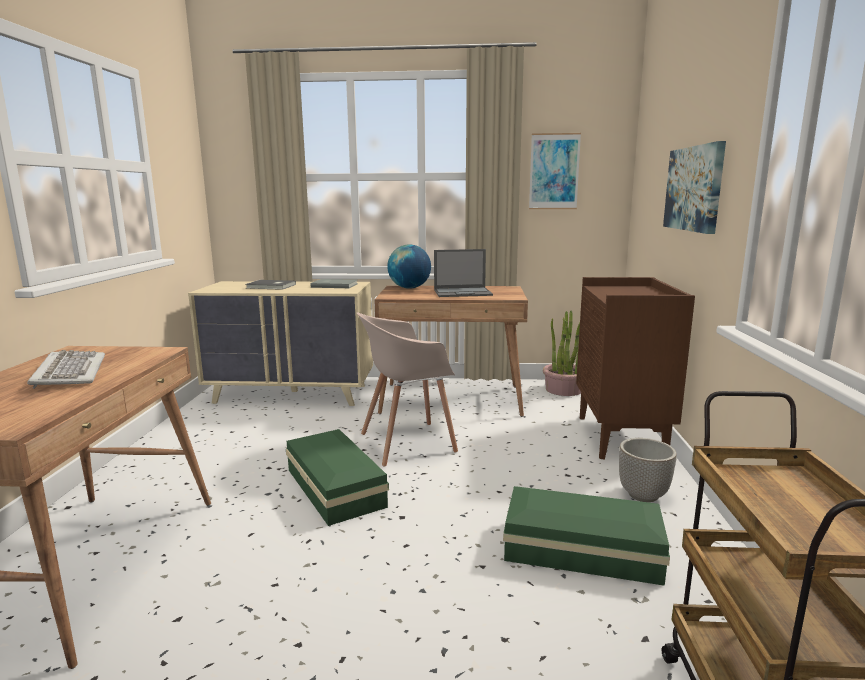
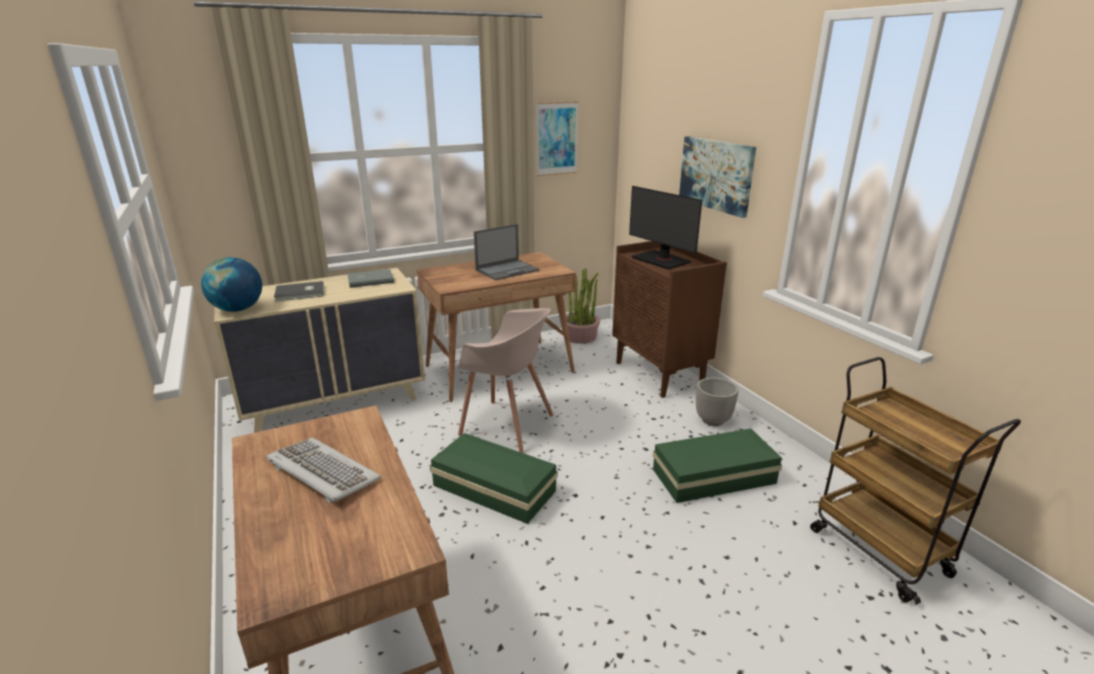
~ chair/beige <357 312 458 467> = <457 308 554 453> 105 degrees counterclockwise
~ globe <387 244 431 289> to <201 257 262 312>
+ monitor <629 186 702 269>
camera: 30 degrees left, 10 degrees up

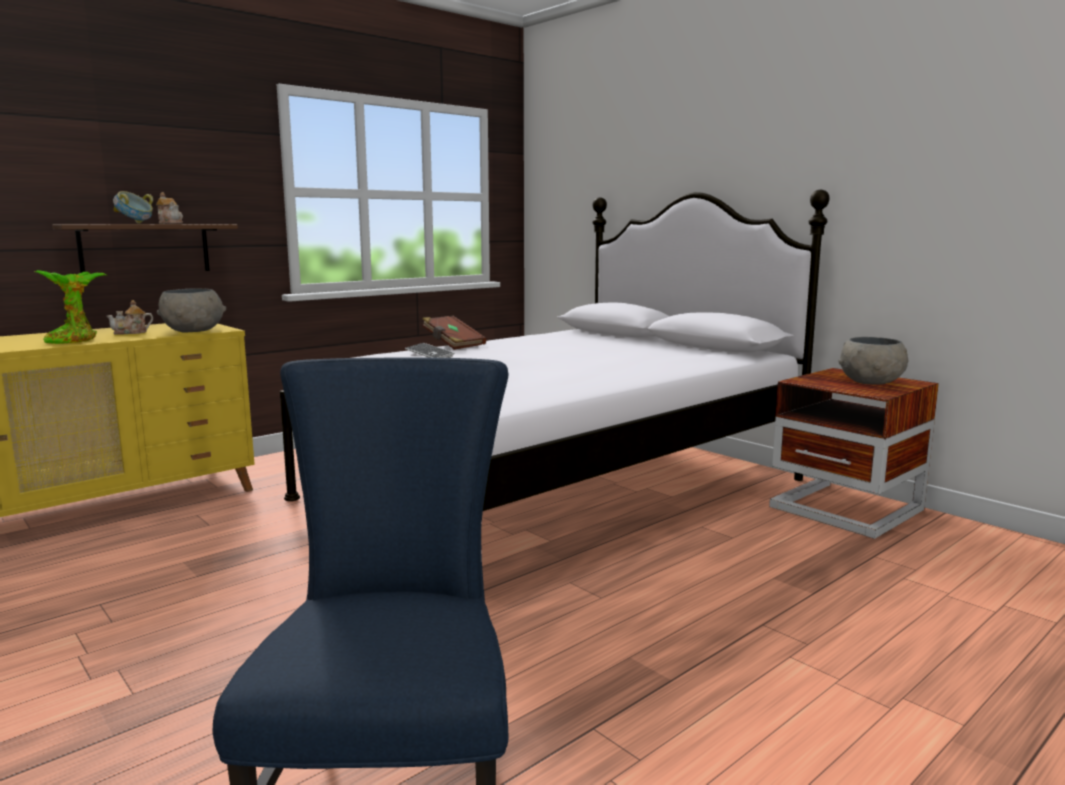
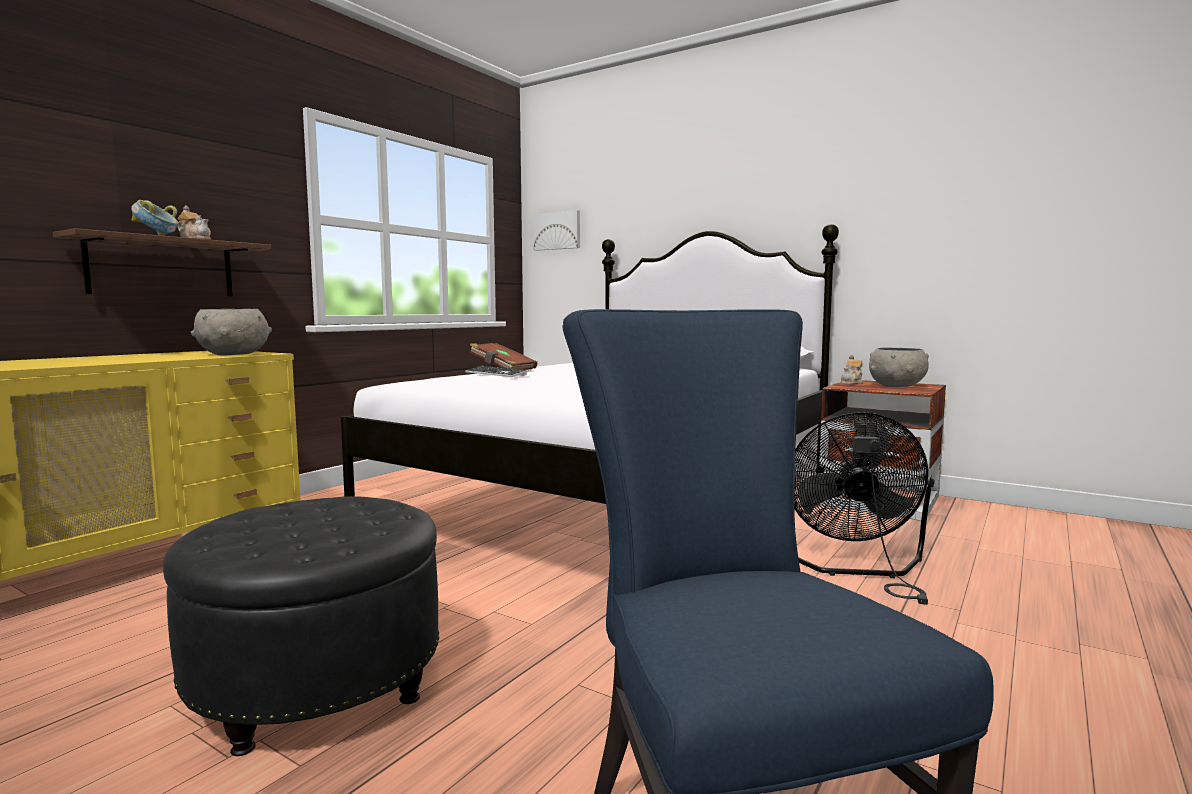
- potted plant <34 270 107 344>
~ teapot <106 300 153 335> to <841 355 863 384>
+ ottoman/black <163 496 439 756>
+ picture <533 210 580 251>
+ fan/black <794 413 935 605>
camera: 15 degrees left, 5 degrees down

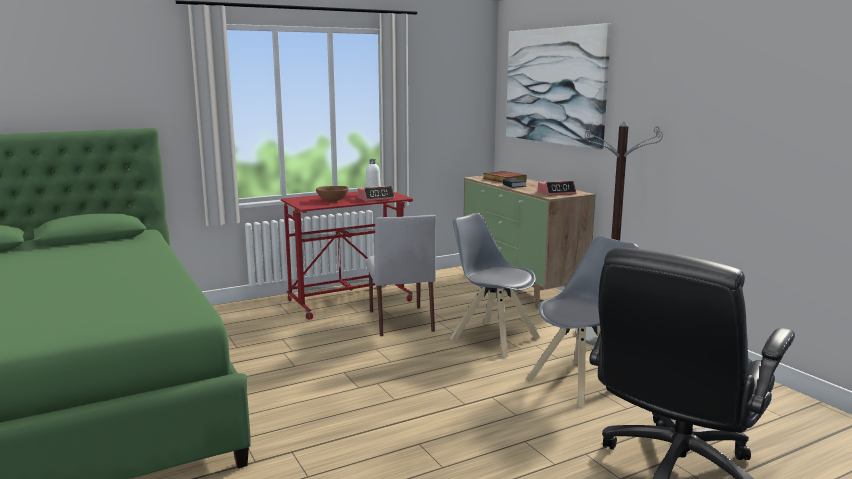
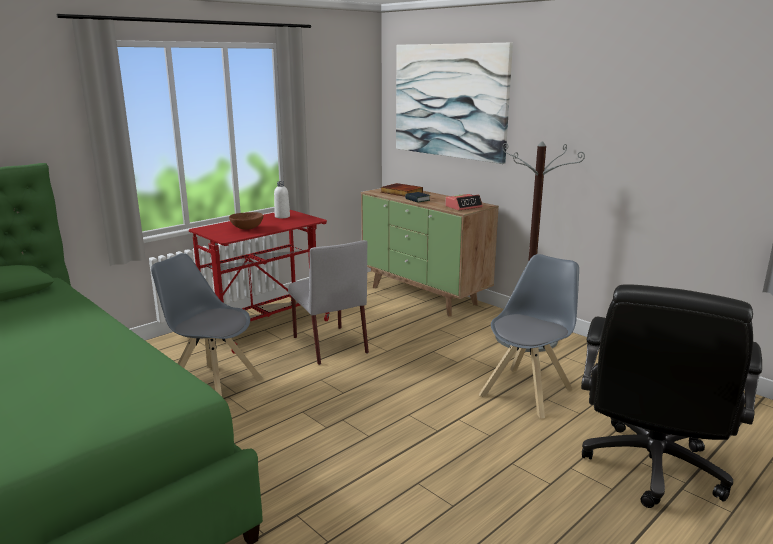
- alarm clock <358 186 395 202>
~ chair/grey <450 213 540 357> to <151 253 263 396>
camera: 15 degrees left, 5 degrees up

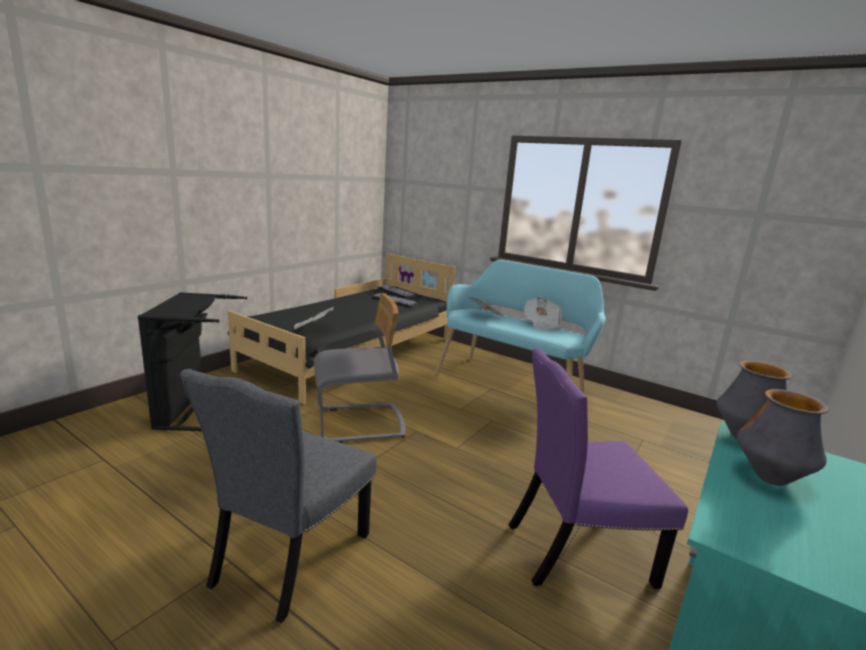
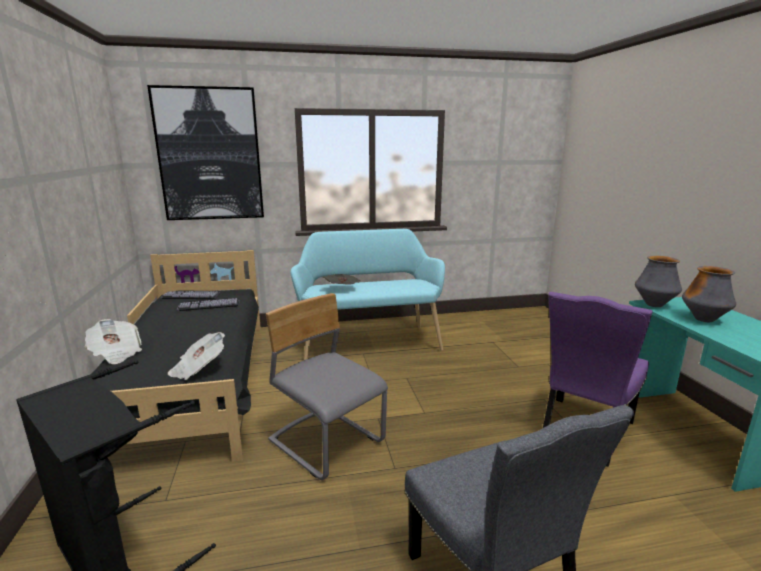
~ chair/grey <314 293 405 443> = <266 293 388 480> 75 degrees counterclockwise
~ newspaper <523 297 562 330> to <85 319 142 364>
+ picture <147 85 264 220>
camera: 45 degrees left, 0 degrees up

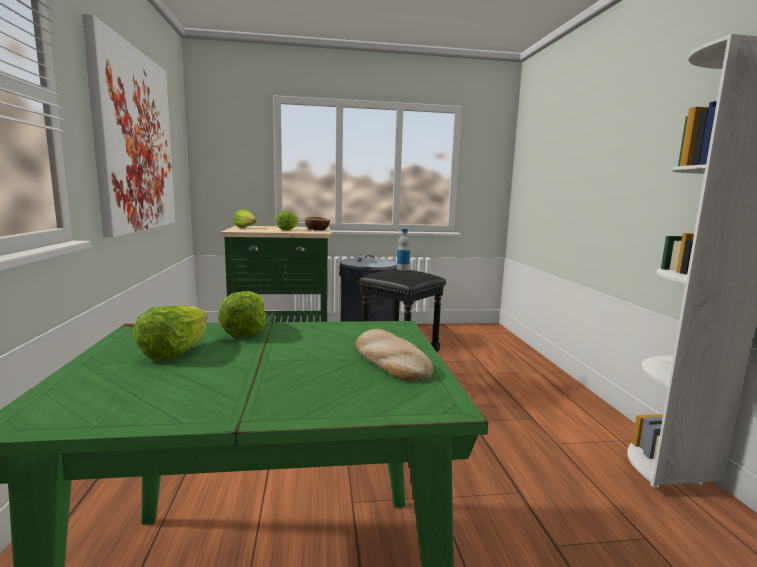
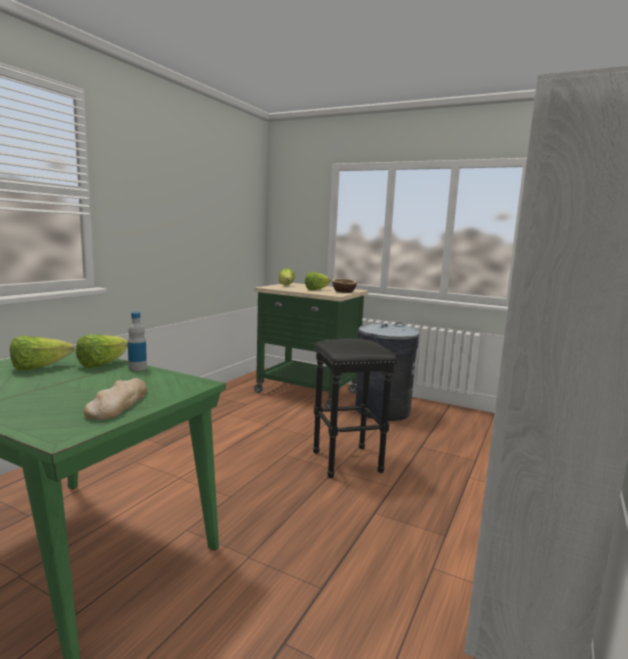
- picture <82 14 176 237>
~ bottle <397 228 410 271> to <128 312 147 371>
camera: 35 degrees right, 0 degrees up

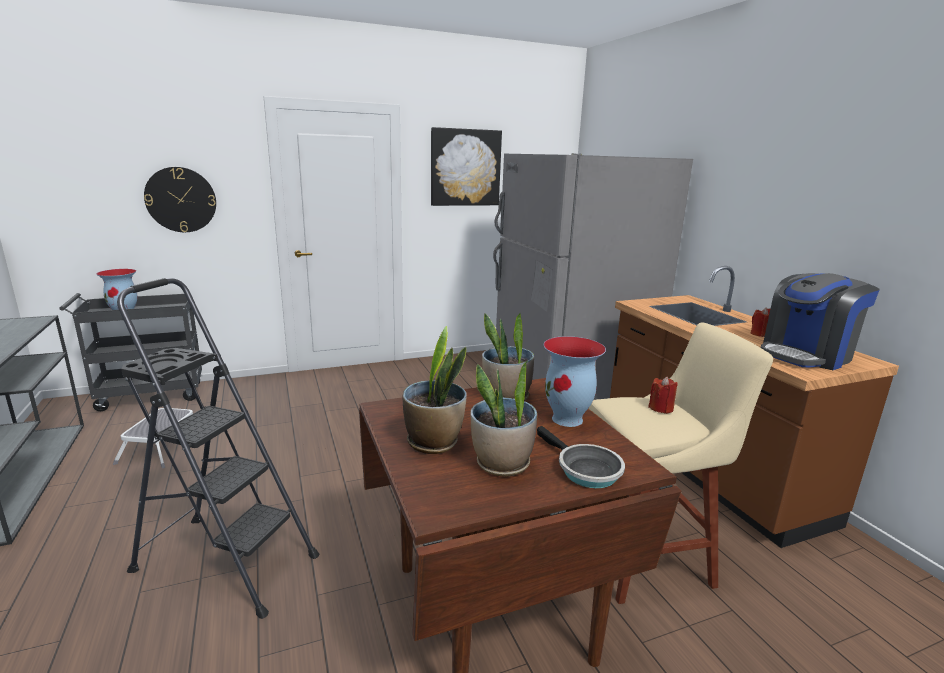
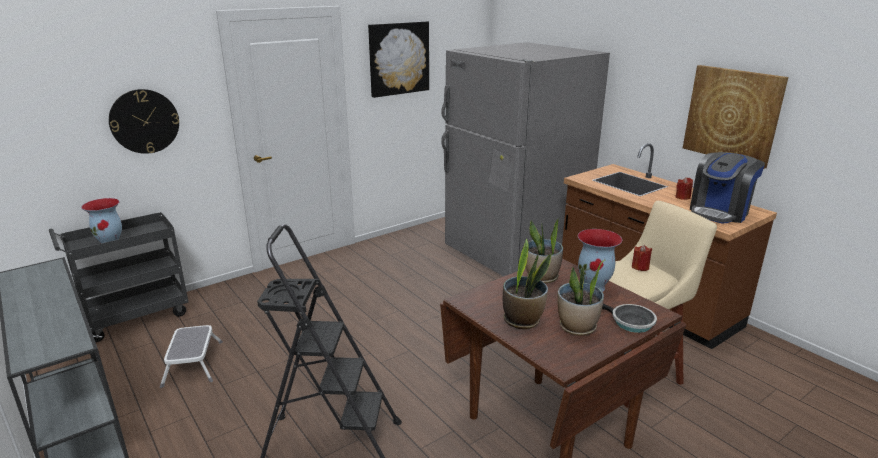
+ picture <683 65 788 169>
camera: 15 degrees left, 5 degrees up

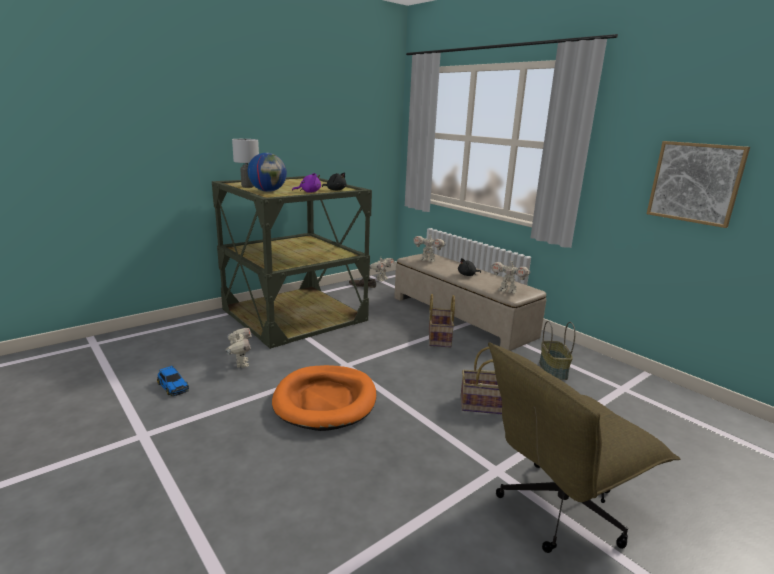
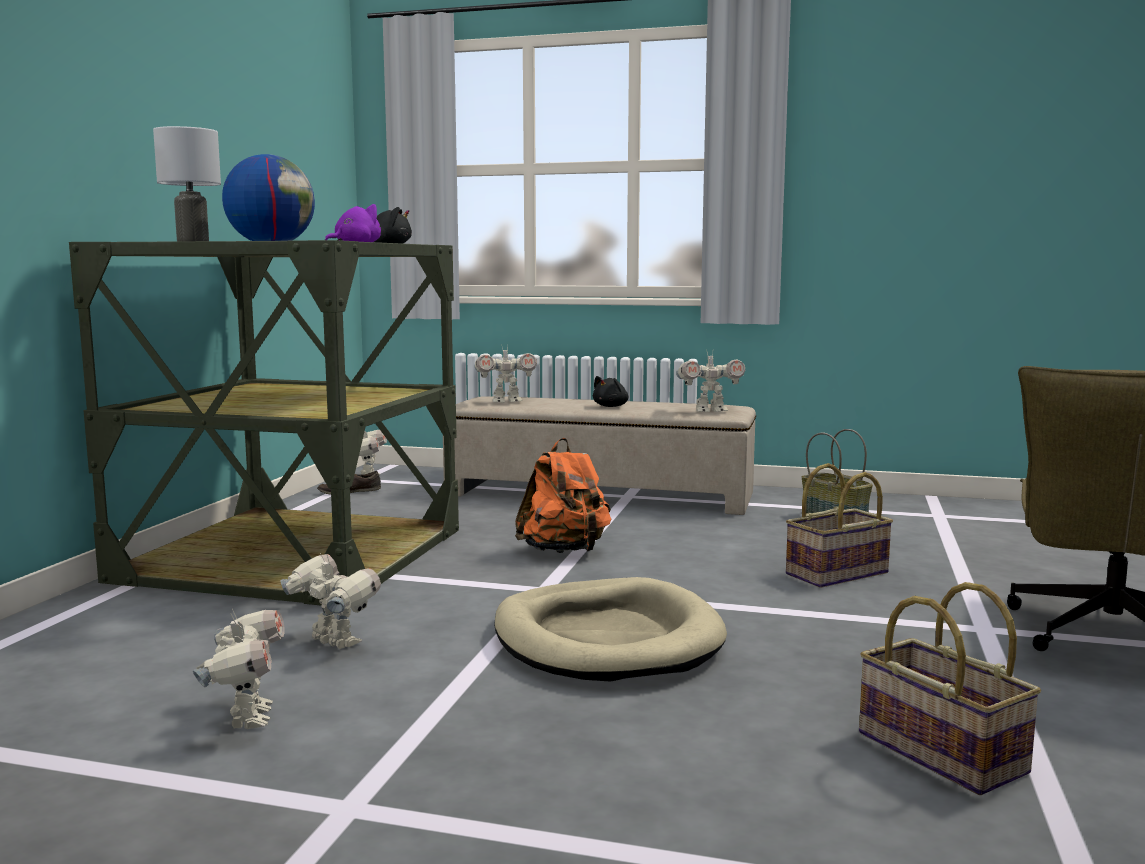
~ toy car <157 366 189 396> to toy robot <193 609 285 729>
~ dog bed/orange <272 365 376 431> to dog bed/beige <494 577 727 682>
~ basket <429 294 455 347> to <859 582 1041 795>
- picture <647 141 750 228>
+ backpack/orange <515 438 611 553>
camera: 35 degrees left, 10 degrees down

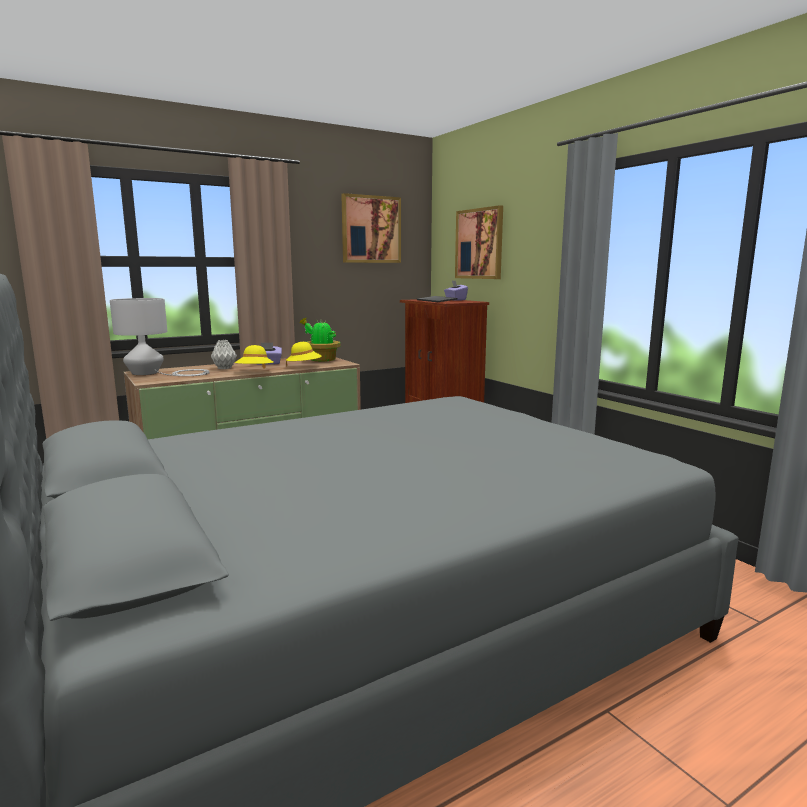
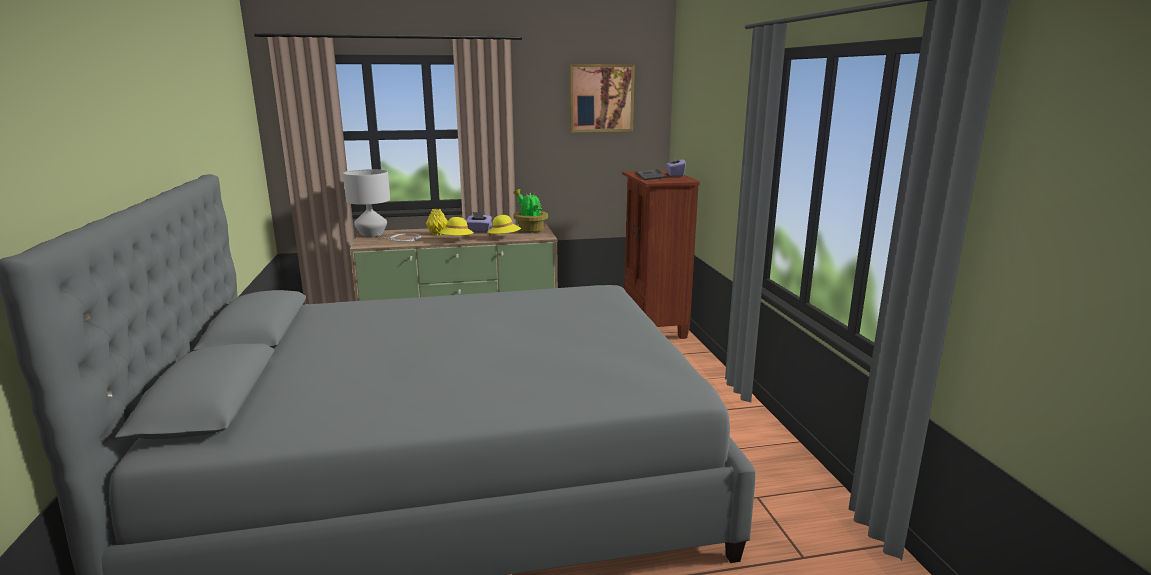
~ vase/grey <211 340 237 369> to vase/yellow <426 209 448 235>
- picture <455 205 503 279>
camera: 20 degrees right, 5 degrees up

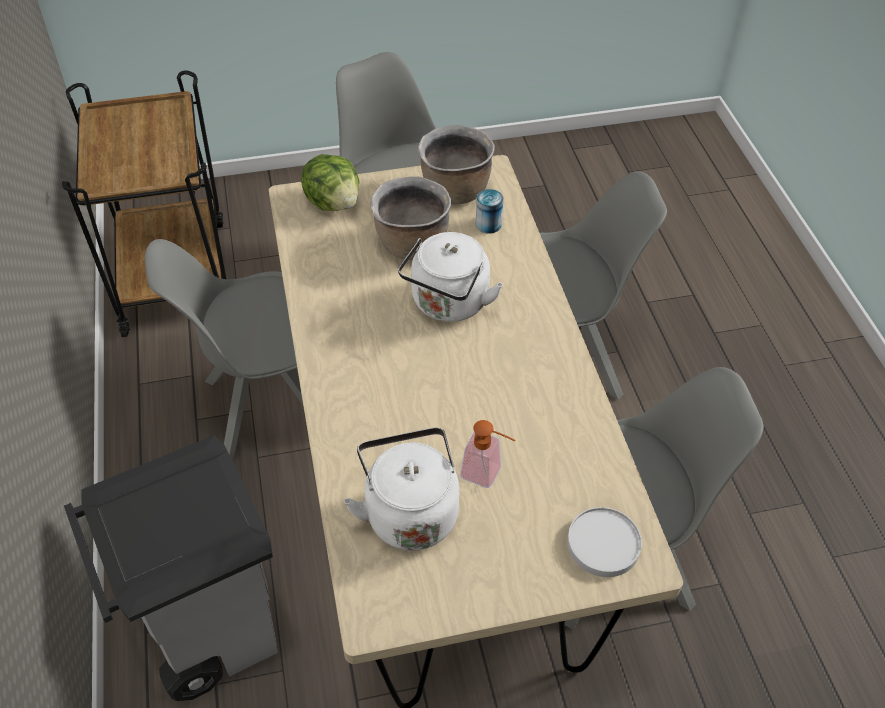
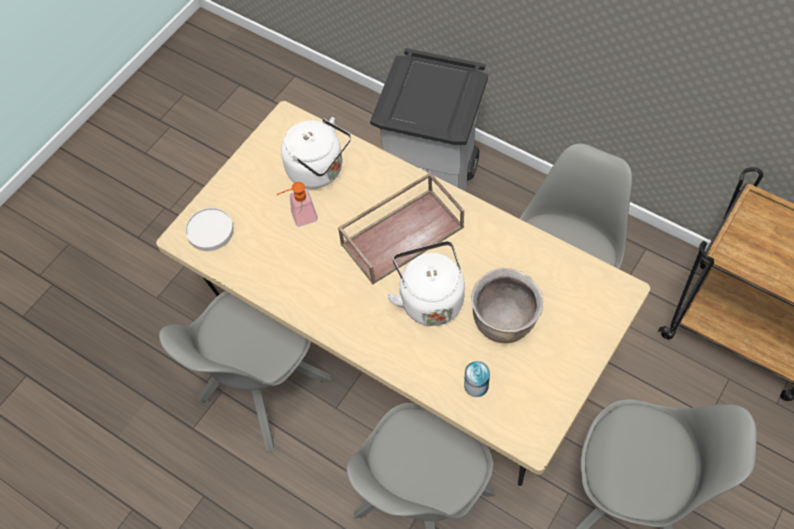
- lettuce <301 154 359 211>
- cooking pot/brown <418 125 495 204>
+ tray/brown <338 172 464 285>
camera: 140 degrees right, 10 degrees up

